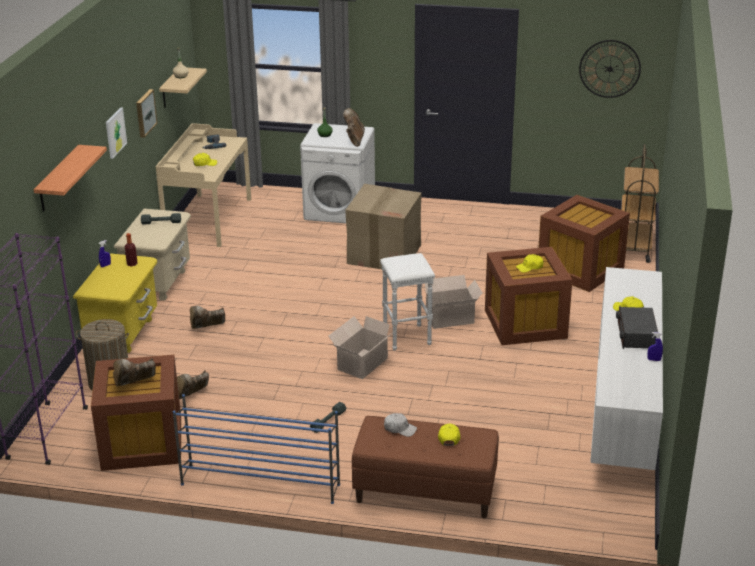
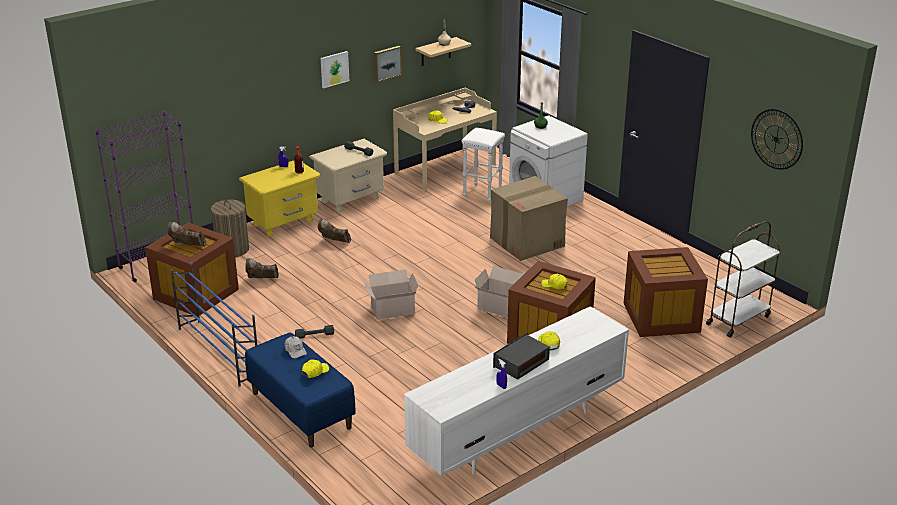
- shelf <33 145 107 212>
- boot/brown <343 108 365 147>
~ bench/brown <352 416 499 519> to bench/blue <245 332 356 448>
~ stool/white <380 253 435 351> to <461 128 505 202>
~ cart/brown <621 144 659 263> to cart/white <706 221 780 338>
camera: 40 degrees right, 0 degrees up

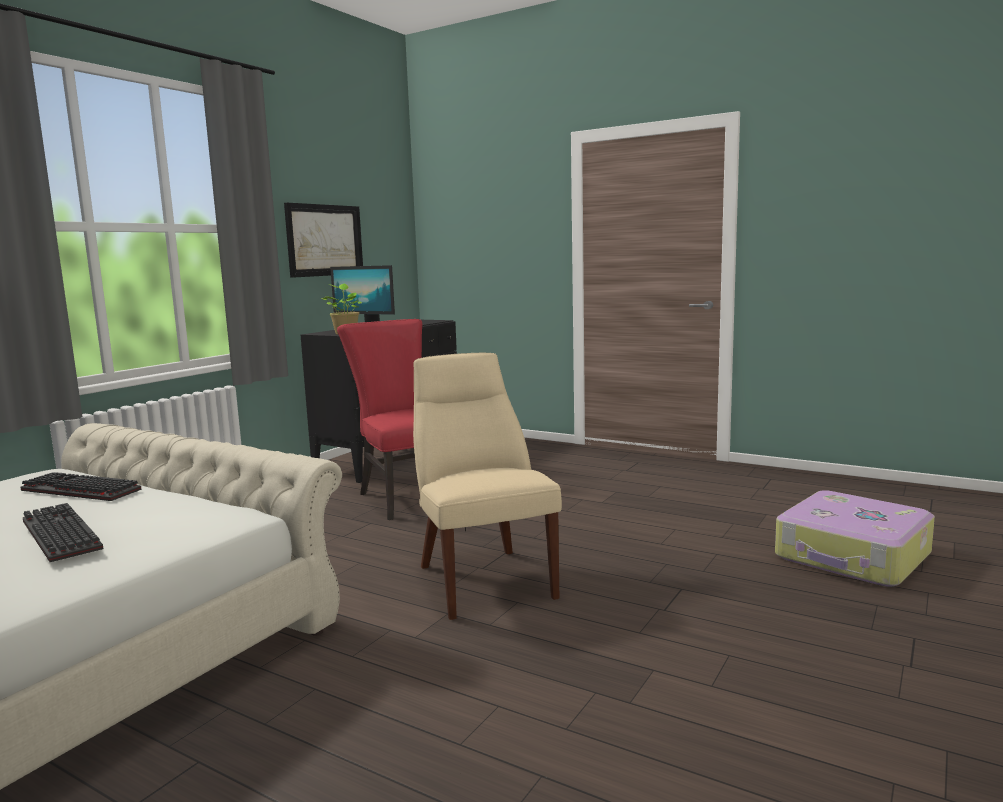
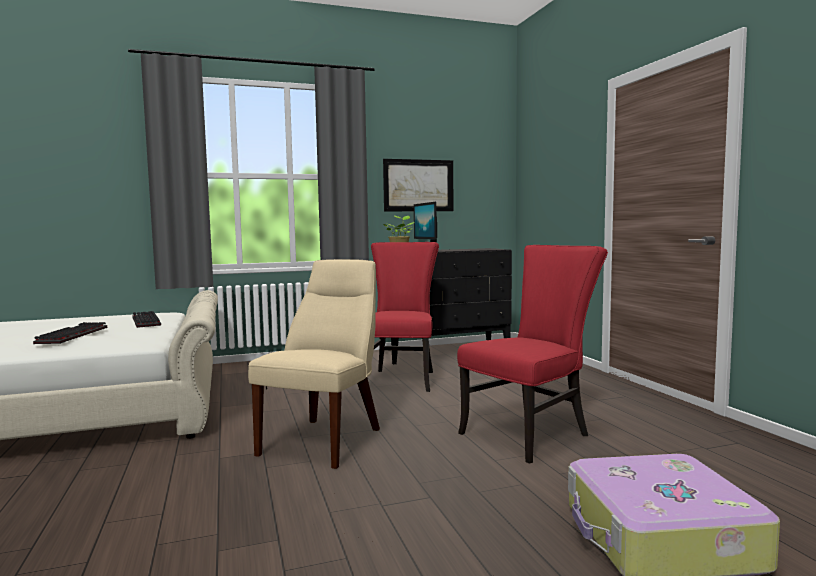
+ chair/red <457 245 608 464>
camera: 40 degrees right, 5 degrees down

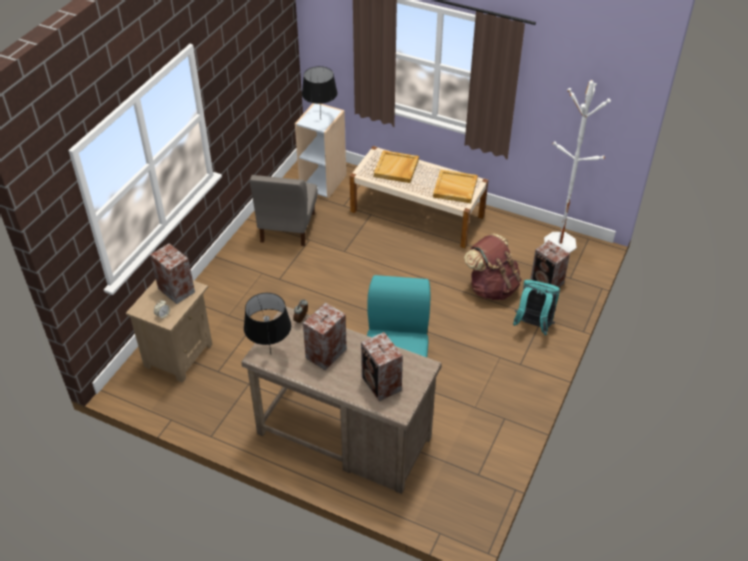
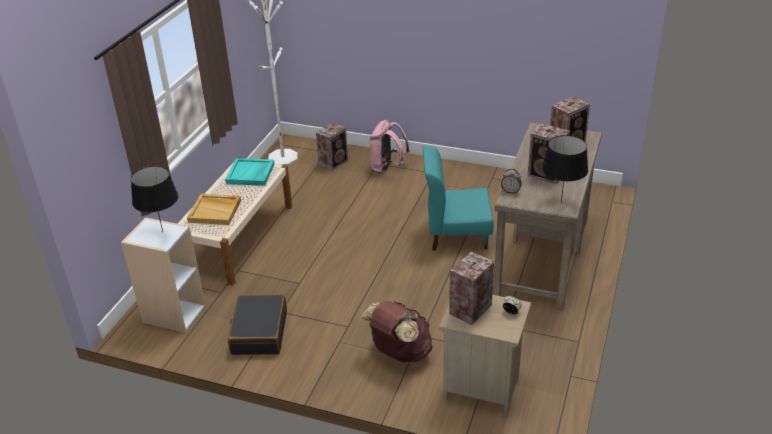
~ chair/grey <250 175 318 246> to suitcase/black <228 294 287 355>
~ tray/beige <433 169 478 203> to tray/turquoise <225 158 274 186>
~ backpack/brown <464 233 522 300> to <361 301 433 362>
~ backpack/turquoise <513 280 560 335> to backpack/pink <369 120 410 173>
camera: 95 degrees left, 10 degrees down

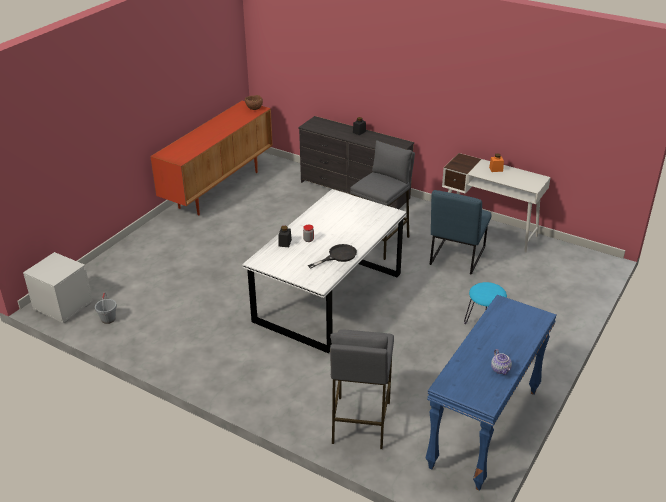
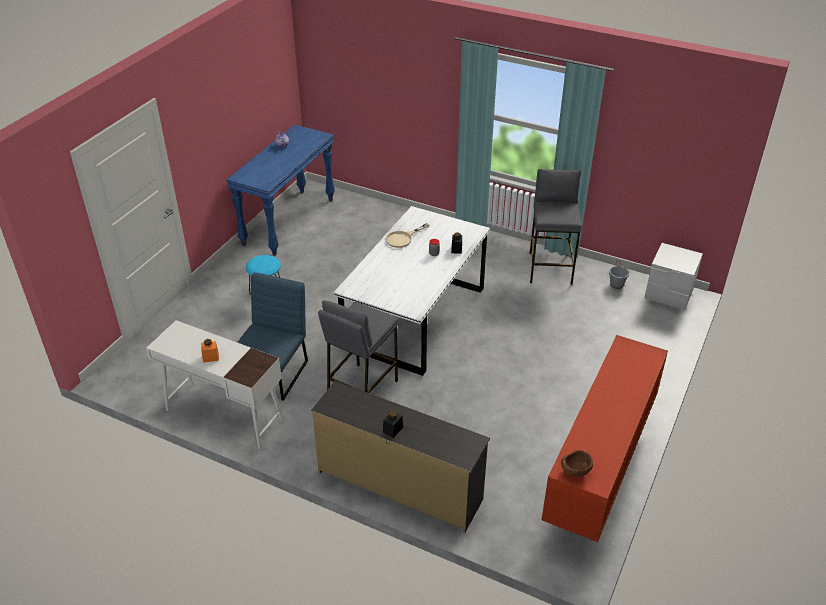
~ frying pan/black <308 244 357 268> to frying pan/beige <385 223 429 248>
~ stool/grey <330 329 394 449> to <529 169 582 285>
camera: 175 degrees right, 5 degrees up

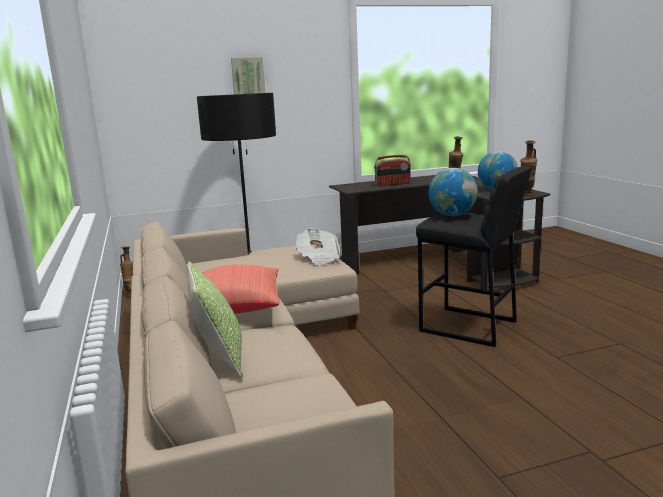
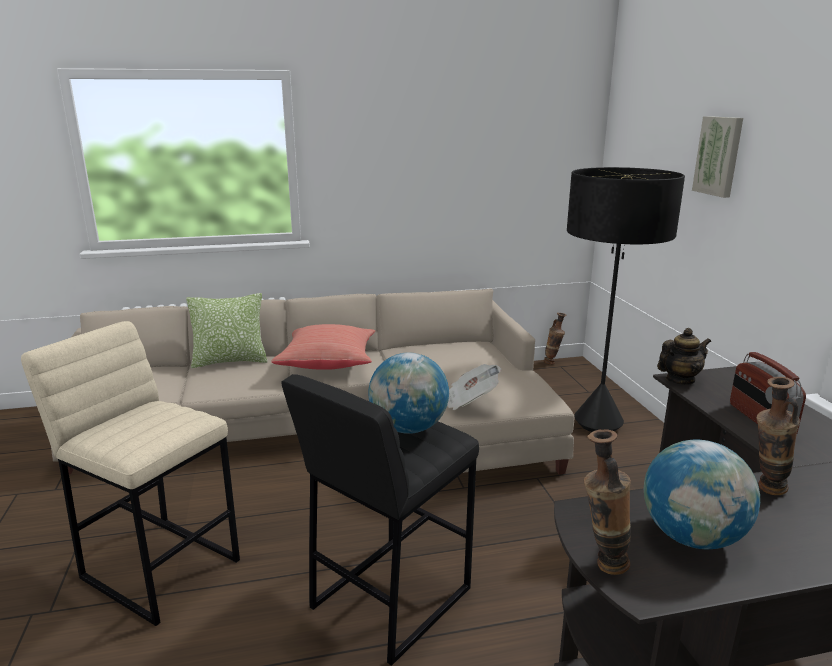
+ stool/beige <21 321 240 626>
+ teapot <657 328 711 385>
camera: 95 degrees right, 5 degrees up

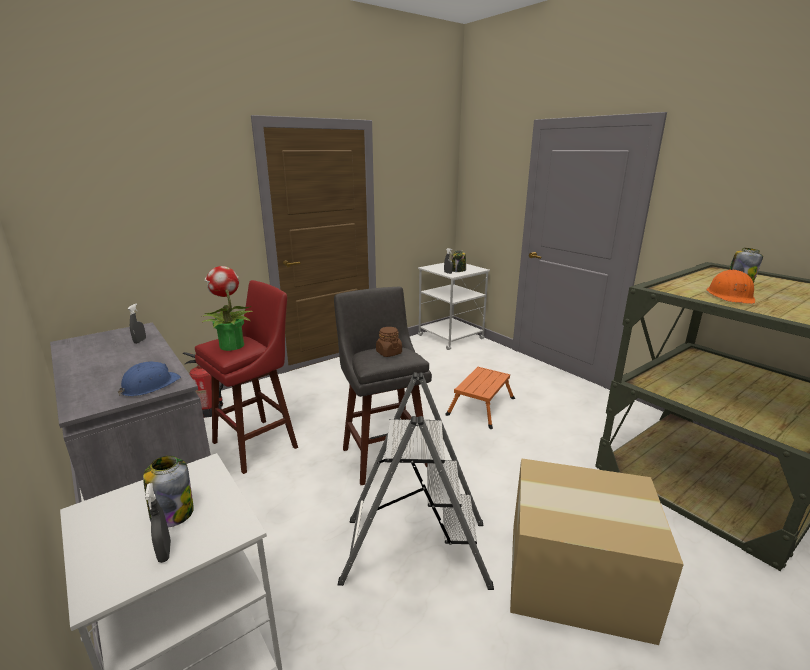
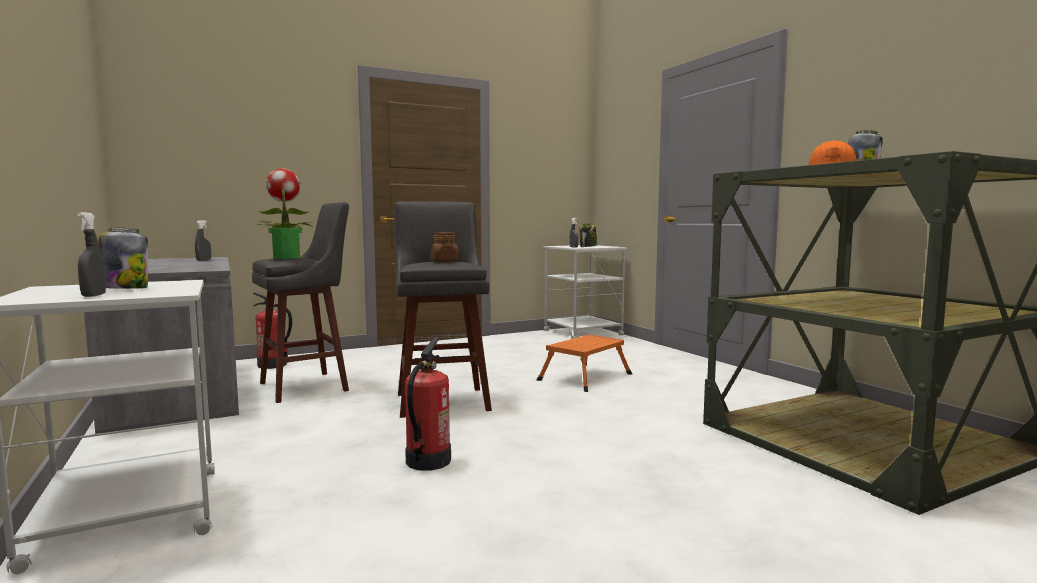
- hard hat/blue <118 362 181 396>
~ stool/red <195 280 298 474> to stool/grey <252 202 349 403>
~ step ladder/grey <338 372 494 590> to fire extinguisher <405 337 451 471>
- cardboard box <510 458 684 645>
camera: 10 degrees right, 15 degrees down

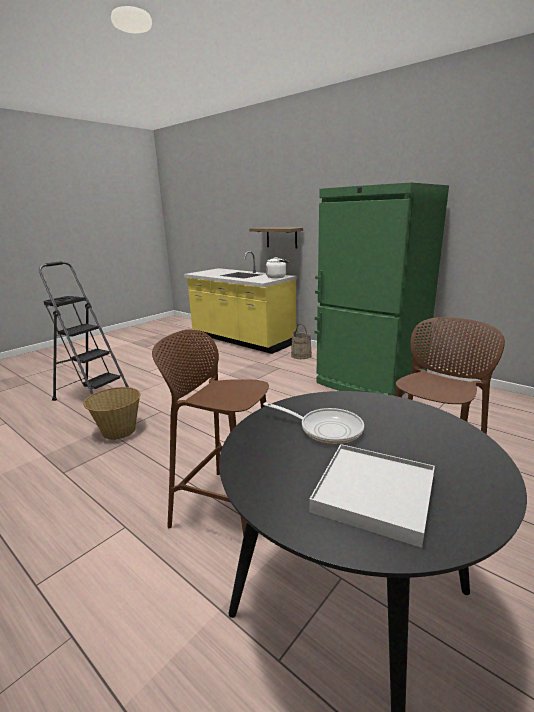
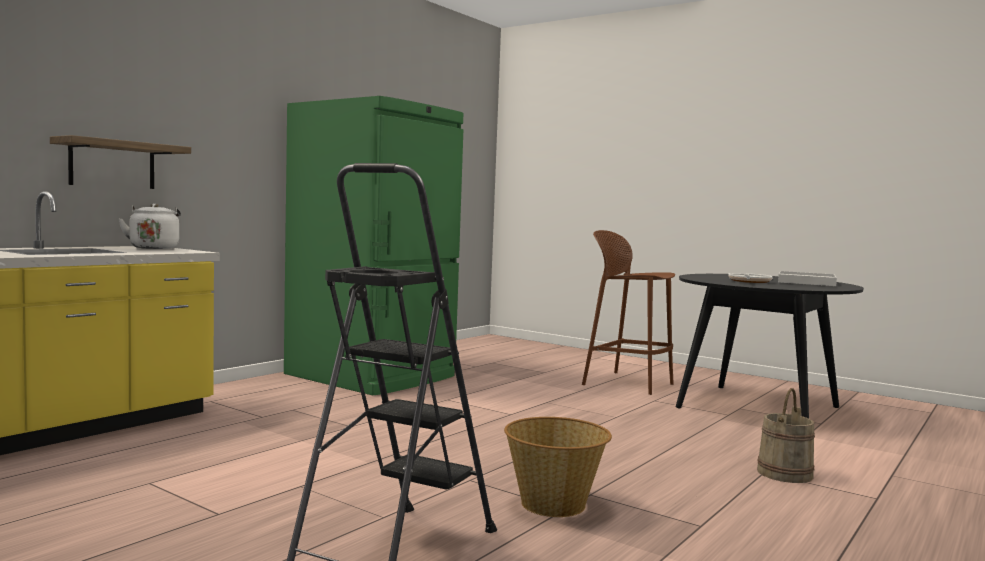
- stool/brown <152 330 269 537>
~ bucket/beige <291 323 312 359> to <757 388 815 483>
camera: 95 degrees left, 15 degrees down

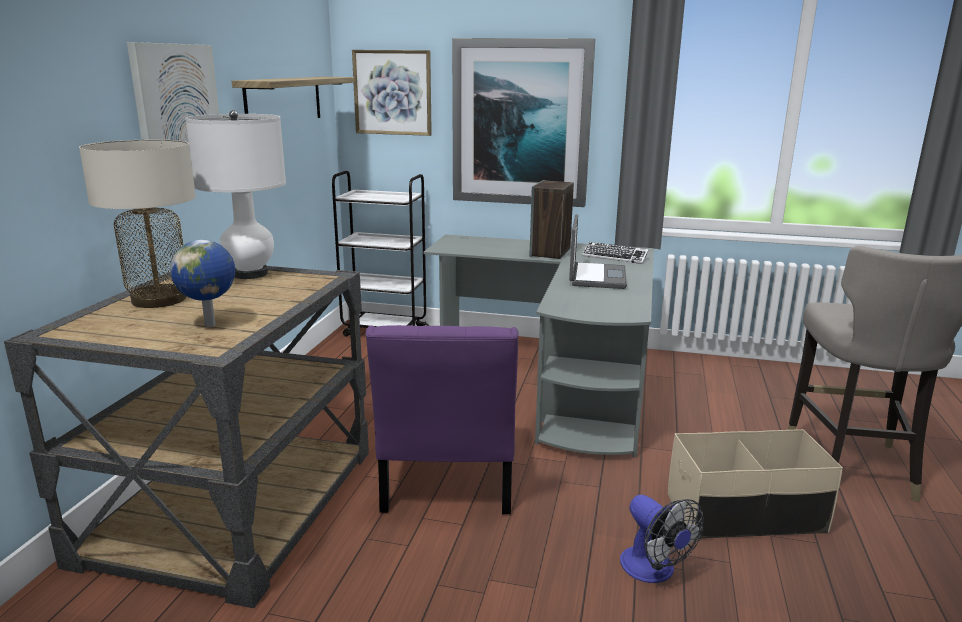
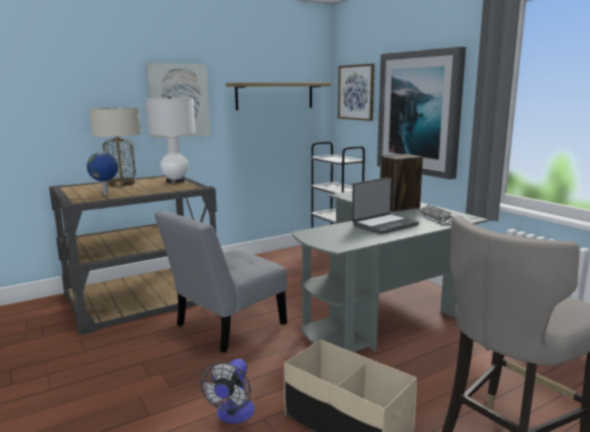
~ chair/purple <366 325 519 514> to chair/grey <154 210 287 353>
camera: 45 degrees right, 5 degrees down

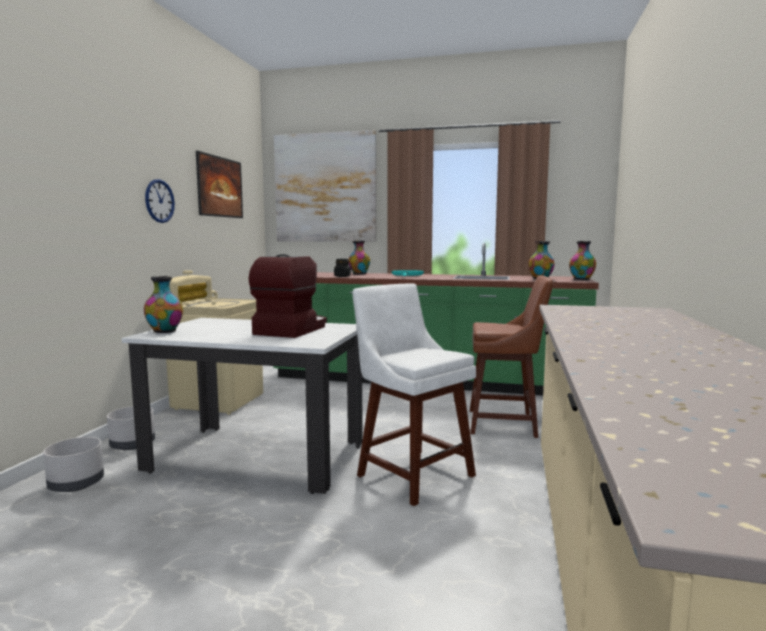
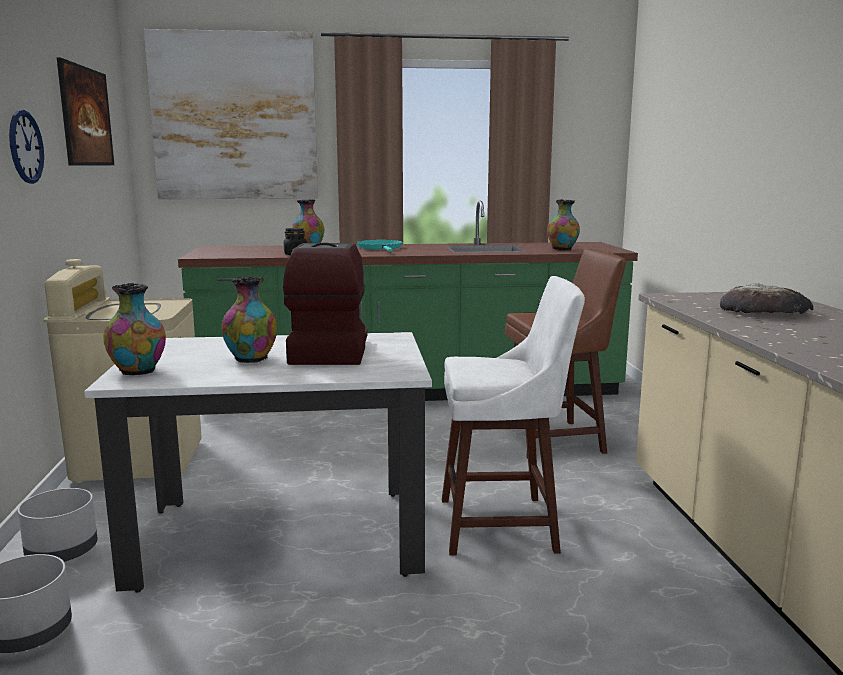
~ chair/white <352 283 476 506> = <442 276 585 555> 150 degrees clockwise
~ vase <569 241 596 280> to <221 277 277 363>
+ bread <720 283 813 314>
camera: 20 degrees left, 5 degrees up

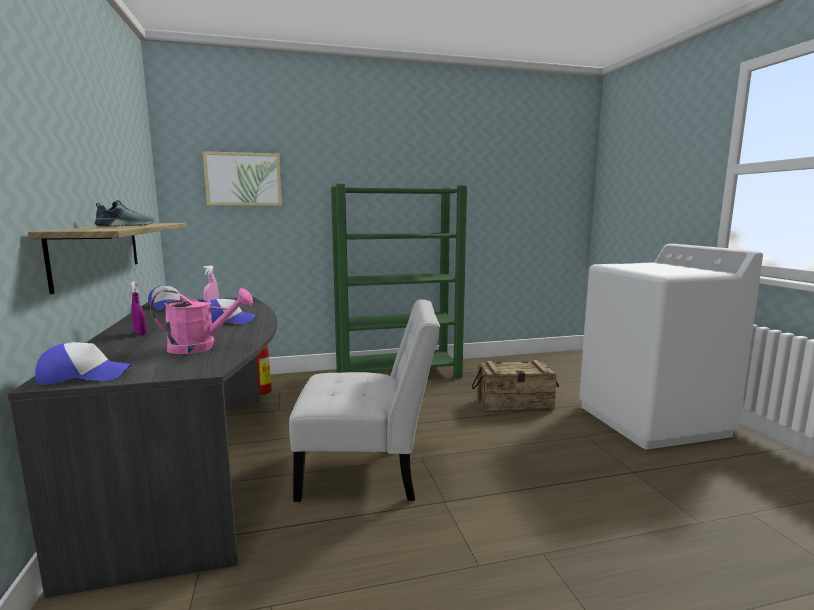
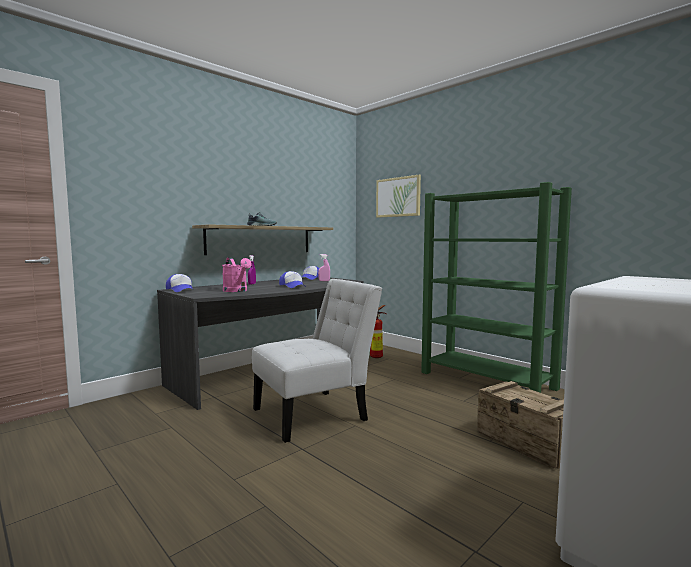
~ chair/white <289 299 440 502> = <252 279 382 443> 90 degrees counterclockwise
camera: 60 degrees right, 5 degrees down

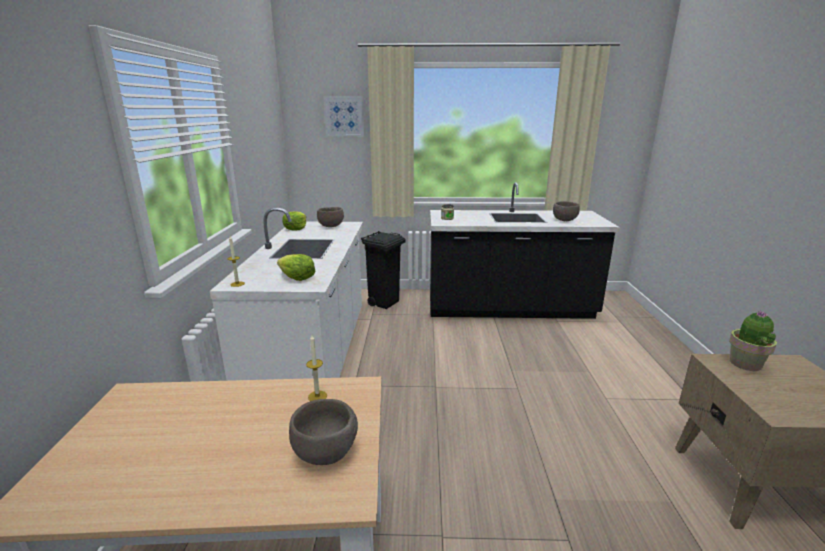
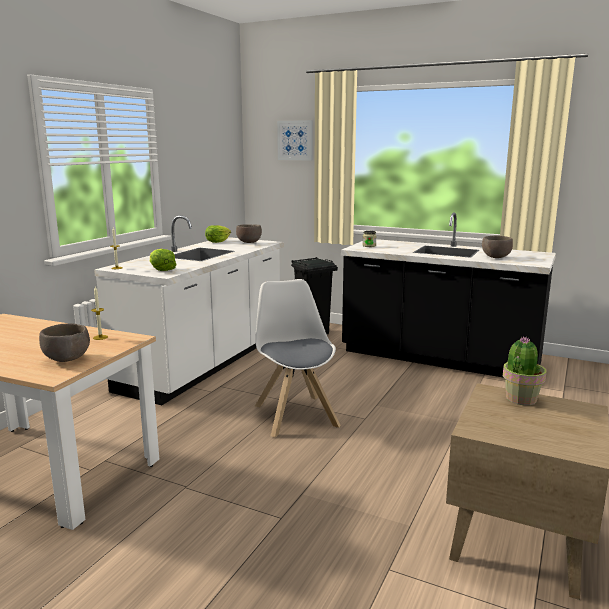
+ chair <255 279 341 438>
camera: 25 degrees right, 5 degrees down

